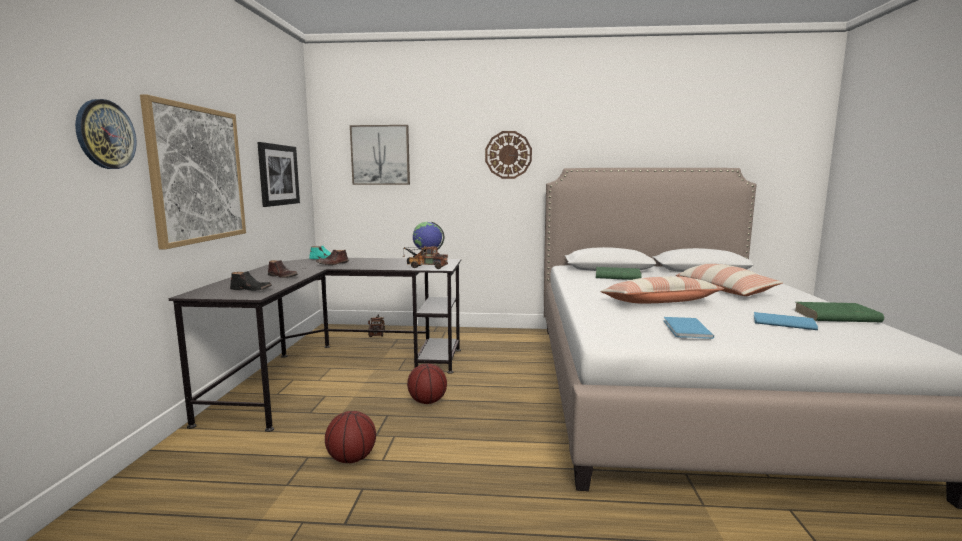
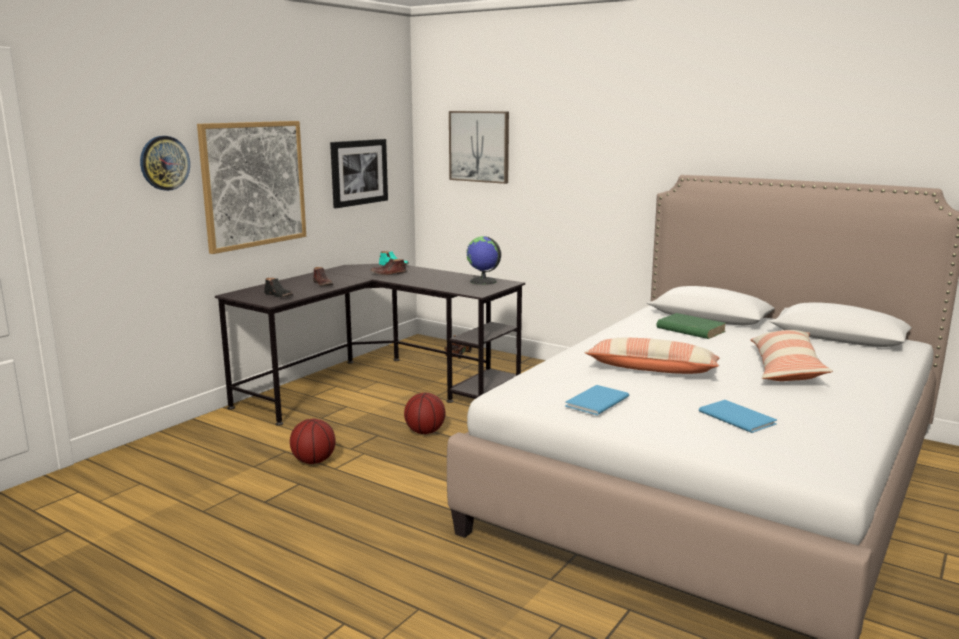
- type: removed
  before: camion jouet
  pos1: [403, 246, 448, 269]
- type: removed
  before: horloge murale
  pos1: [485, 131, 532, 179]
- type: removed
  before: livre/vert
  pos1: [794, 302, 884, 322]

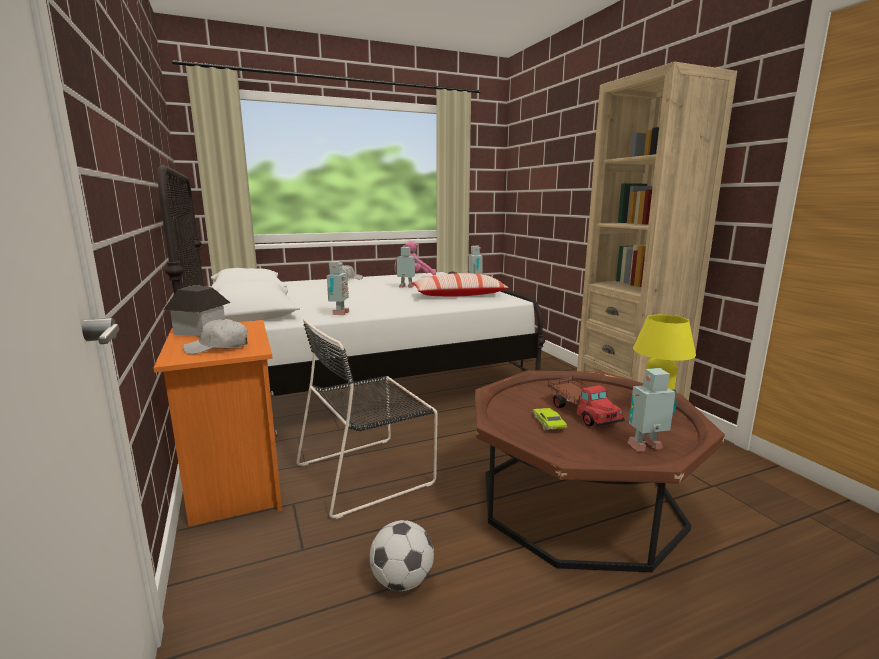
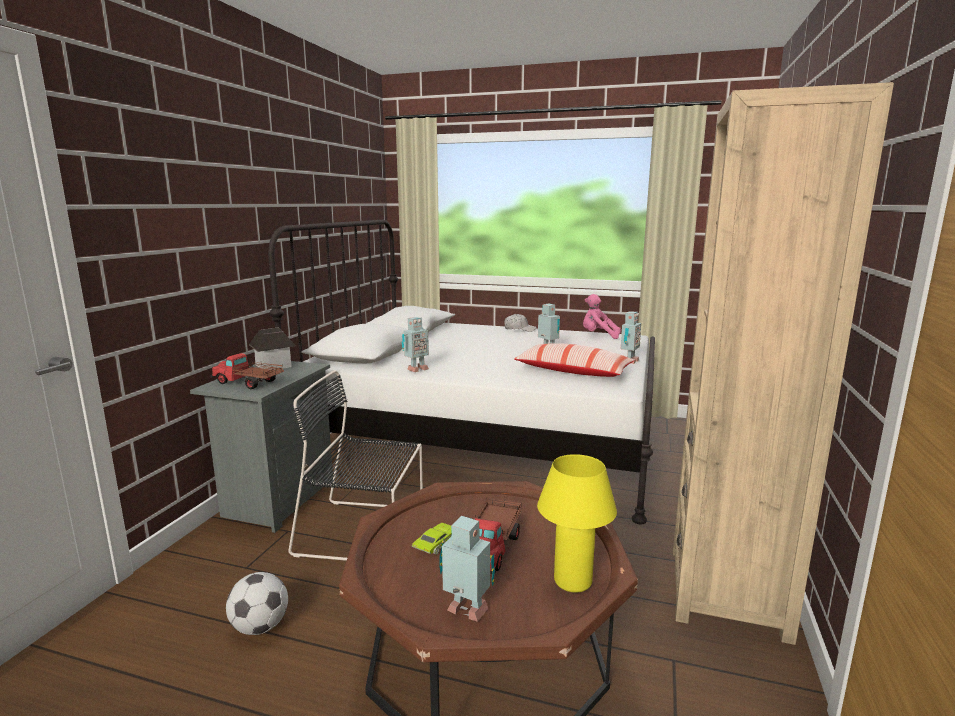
- type: recoloured
  before: table de chevet/orange
  after: table de chevet/gris
  pos1: [153, 320, 282, 527]
  pos2: [190, 361, 333, 533]
- type: replaced
  before: casquette/blanc
  after: camion jouet
  pos1: [183, 318, 248, 354]
  pos2: [211, 353, 284, 389]

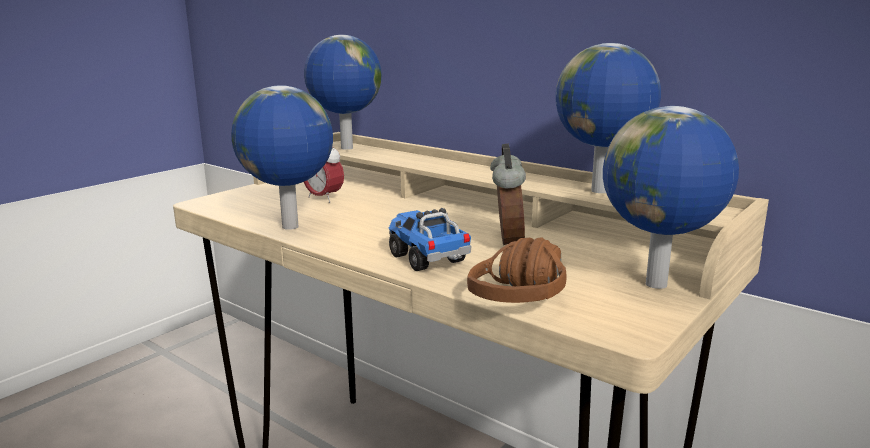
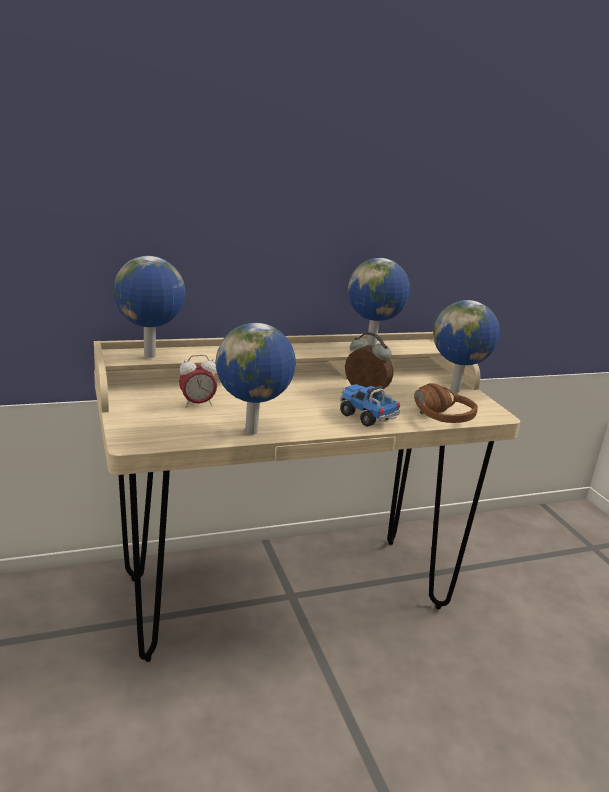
- type: turned
  before: camion jouet
  pos1: [388, 208, 471, 271]
  pos2: [340, 384, 400, 427]
  turn: 45

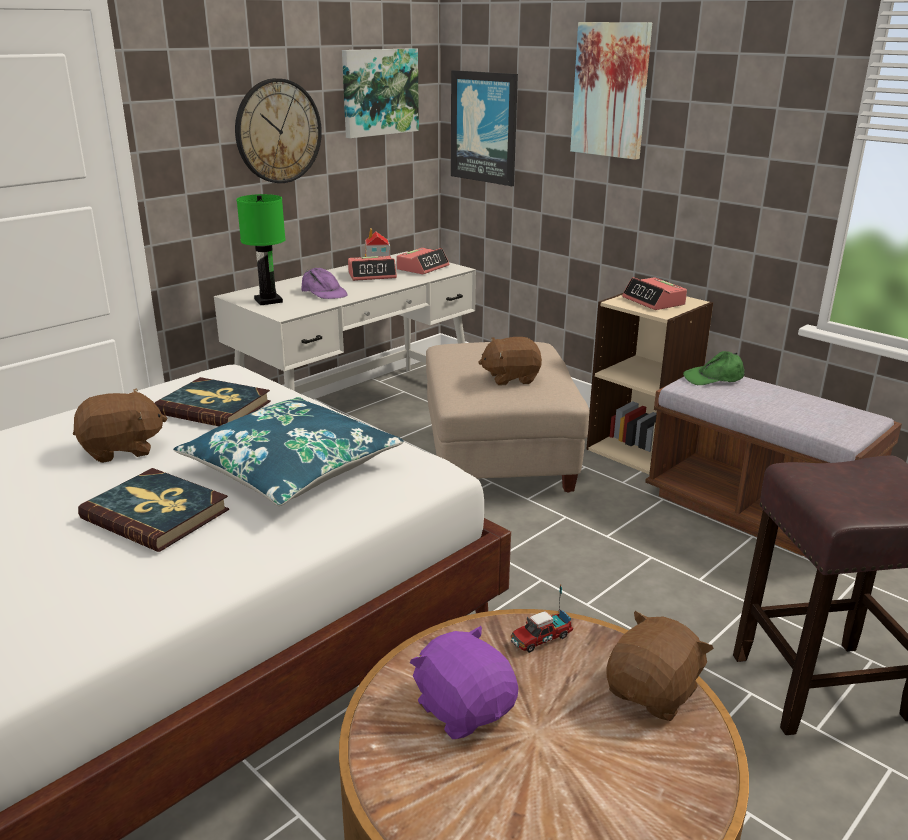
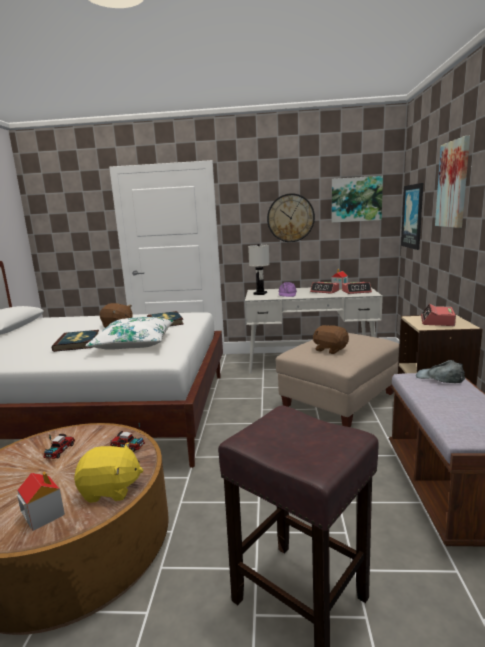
- type: added
  after: maison miniature
  pos2: [17, 471, 65, 531]
- type: replaced
  before: peluche/violet
  after: camion jouet
  pos1: [410, 626, 518, 739]
  pos2: [43, 434, 75, 459]
- type: recoloured
  before: peluche/marron
  after: peluche/jaune
  pos1: [607, 611, 714, 721]
  pos2: [74, 442, 143, 503]
- type: recoloured
  before: coussin/bleu
  after: coussin/blanc
  pos1: [174, 397, 404, 506]
  pos2: [85, 317, 173, 350]
- type: recoloured
  before: lampe de table/vert
  after: lampe de table/blanc
  pos1: [236, 194, 286, 305]
  pos2: [248, 244, 270, 295]
- type: recoloured
  before: casquette/vert
  after: casquette/gris
  pos1: [683, 351, 745, 385]
  pos2: [416, 360, 465, 383]

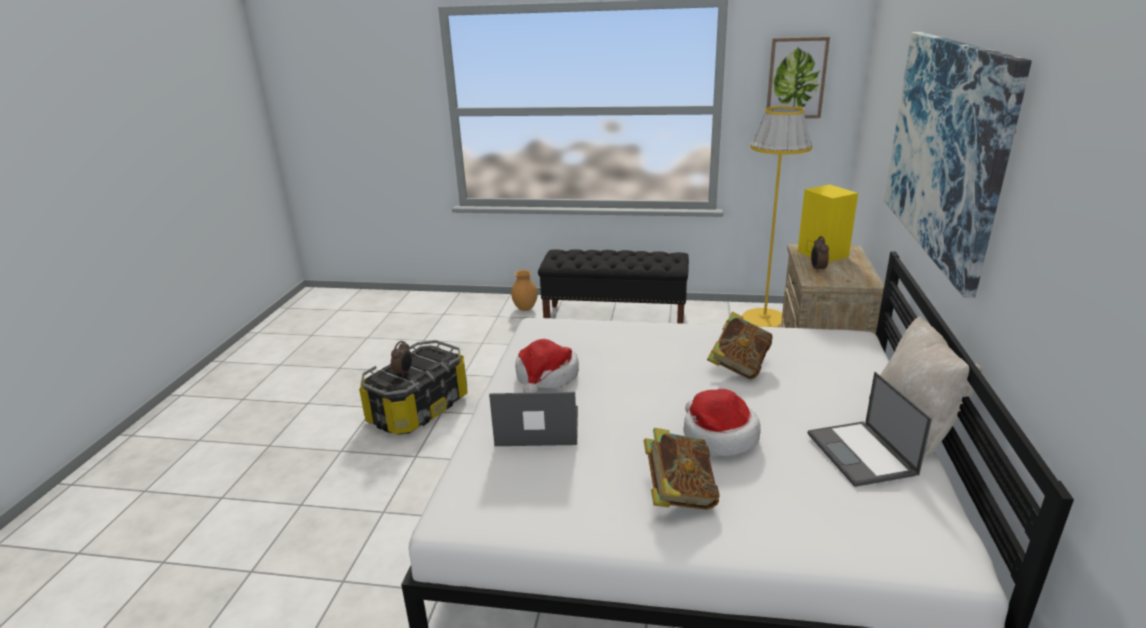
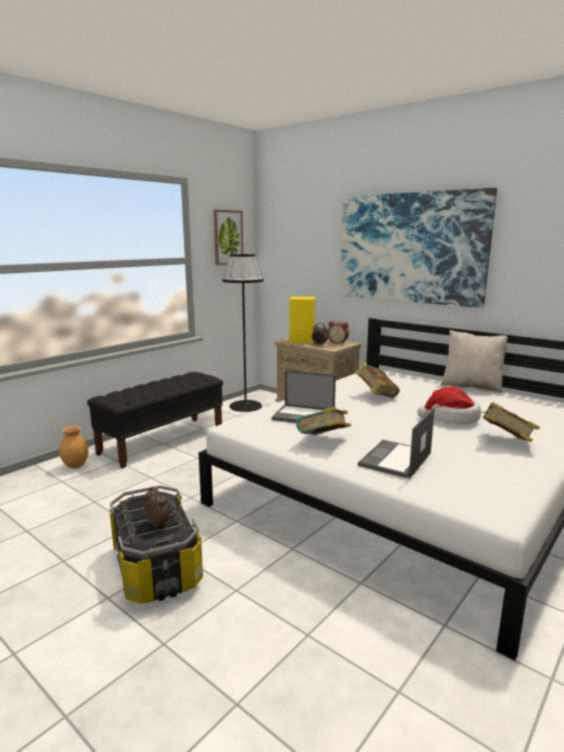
- type: recoloured
  before: lampadaire/jaune
  after: lampadaire/noir
  pos1: [742, 106, 812, 327]
  pos2: [222, 254, 264, 412]
- type: moved
  before: ordinateur portable
  pos1: [807, 372, 932, 487]
  pos2: [271, 370, 336, 423]
- type: replaced
  before: chapeau
  after: livre
  pos1: [515, 339, 579, 393]
  pos2: [296, 407, 351, 435]
- type: added
  after: réveil
  pos2: [327, 321, 349, 344]

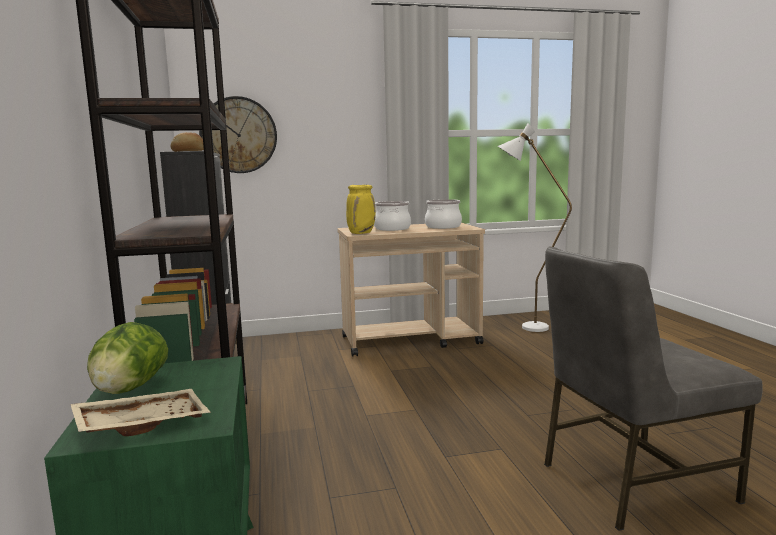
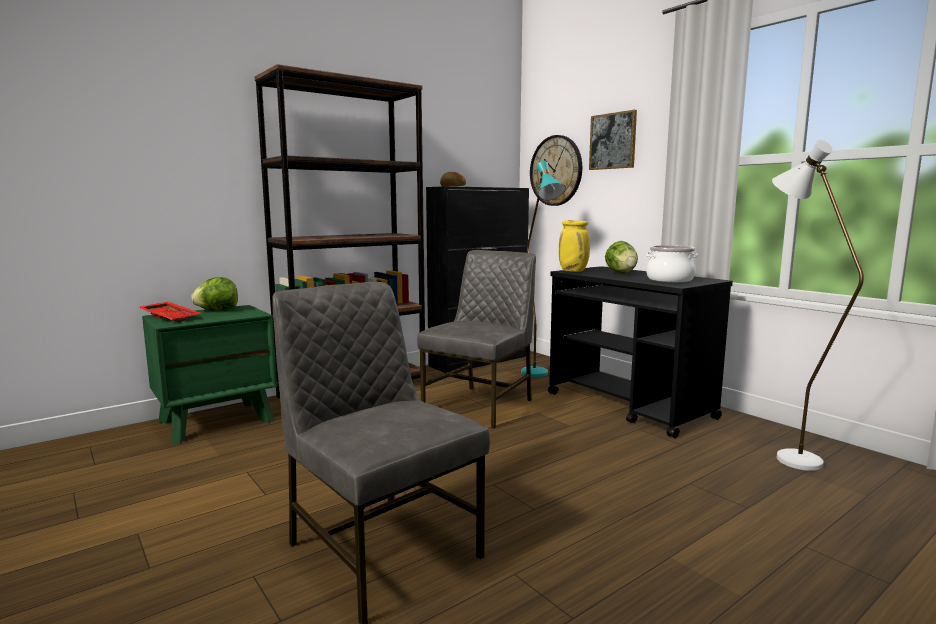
- type: recoloured
  before: plateau/beige
  after: plateau/rouge
  pos1: [70, 389, 211, 436]
  pos2: [139, 302, 200, 322]
- type: added
  after: chaise/gris
  pos2: [417, 250, 536, 429]
- type: added
  after: lampadaire/turquoise
  pos2: [521, 161, 566, 377]
- type: recoloured
  before: chariot/beige
  after: chariot/noir
  pos1: [337, 222, 485, 357]
  pos2: [548, 266, 733, 438]
- type: added
  after: tableau
  pos2: [589, 110, 637, 170]
- type: replaced
  before: marmite
  after: laitue
  pos1: [374, 201, 411, 231]
  pos2: [605, 241, 638, 274]

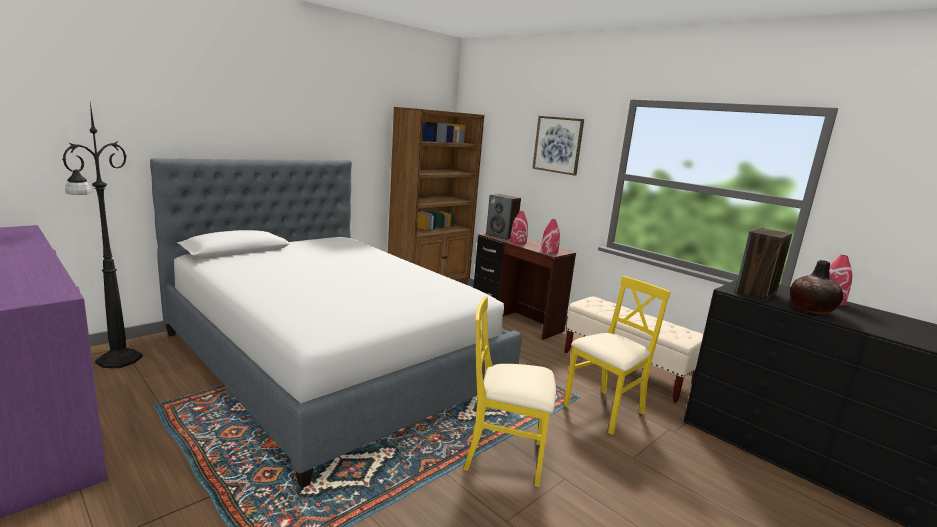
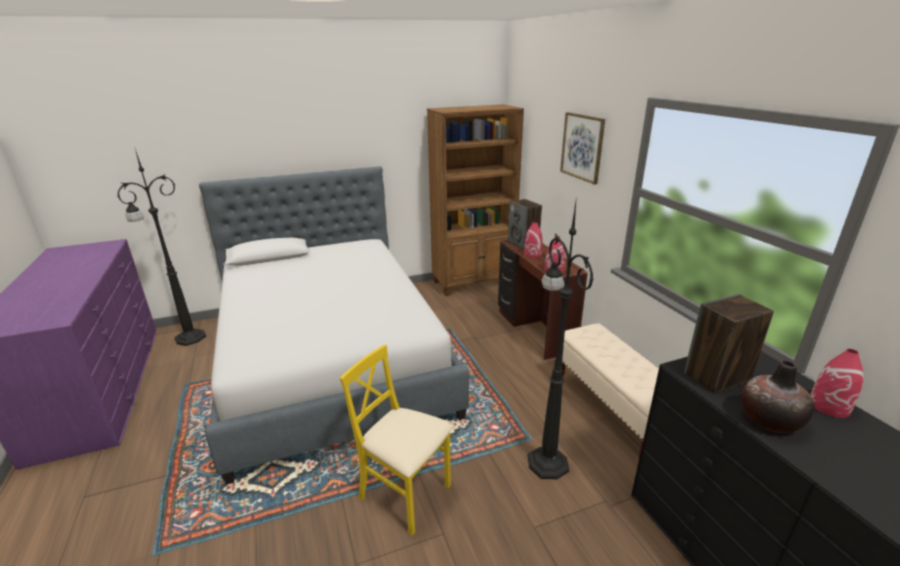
- type: replaced
  before: chaise/jaune
  after: lampadaire/noir
  pos1: [564, 276, 671, 435]
  pos2: [528, 202, 594, 479]

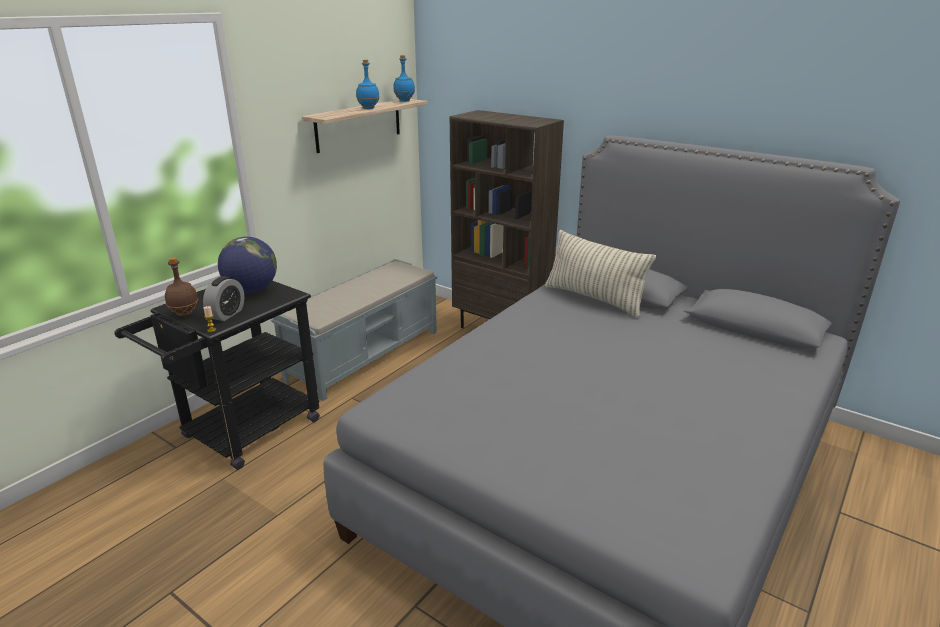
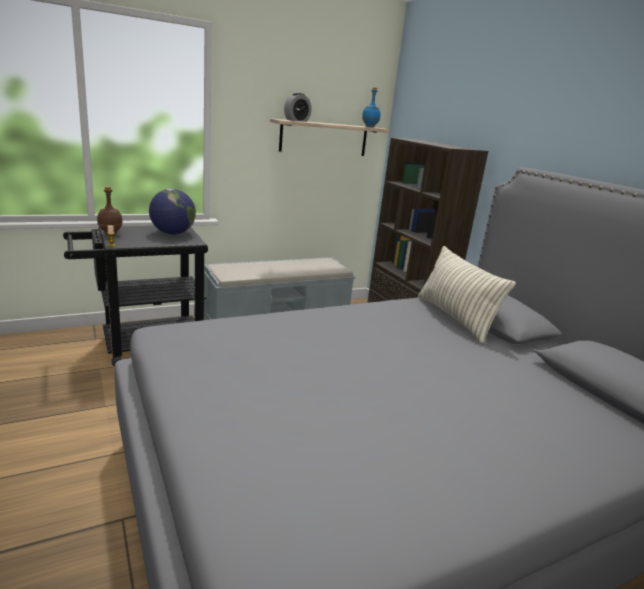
- type: moved
  before: réveil
  pos1: [203, 276, 244, 321]
  pos2: [284, 93, 312, 122]
- type: removed
  before: bouteille/bleu
  pos1: [356, 60, 380, 109]

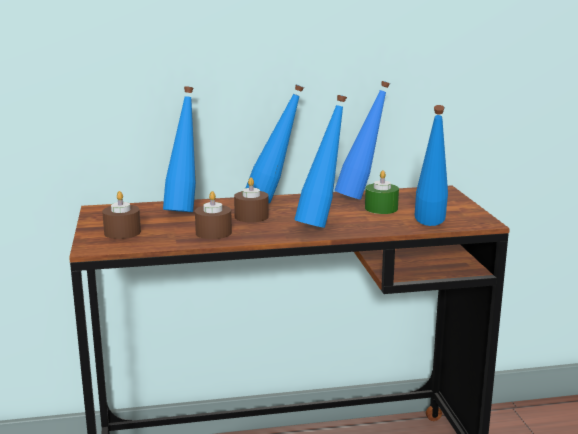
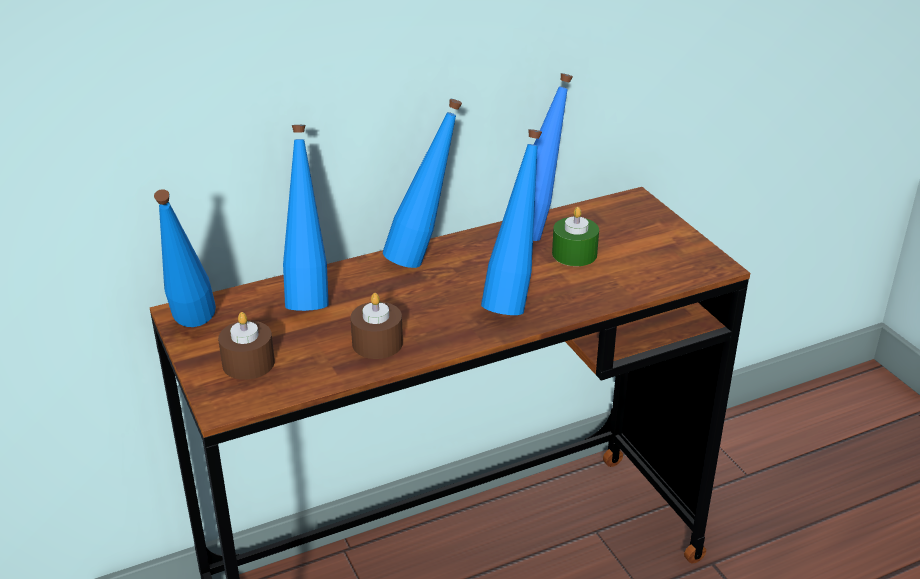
- type: moved
  before: bouteille/bleu
  pos1: [415, 105, 448, 226]
  pos2: [154, 189, 216, 327]
- type: removed
  before: bougie/marron
  pos1: [234, 177, 269, 223]

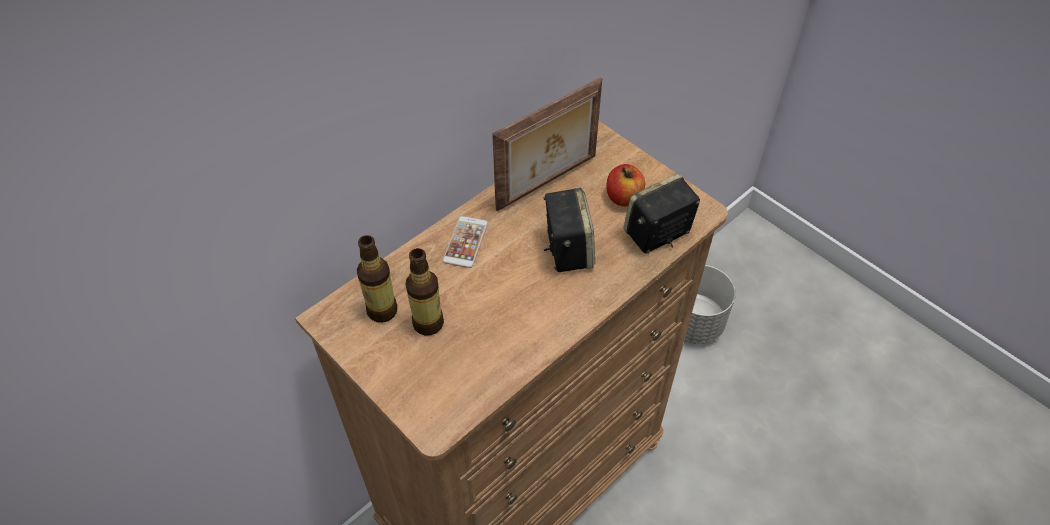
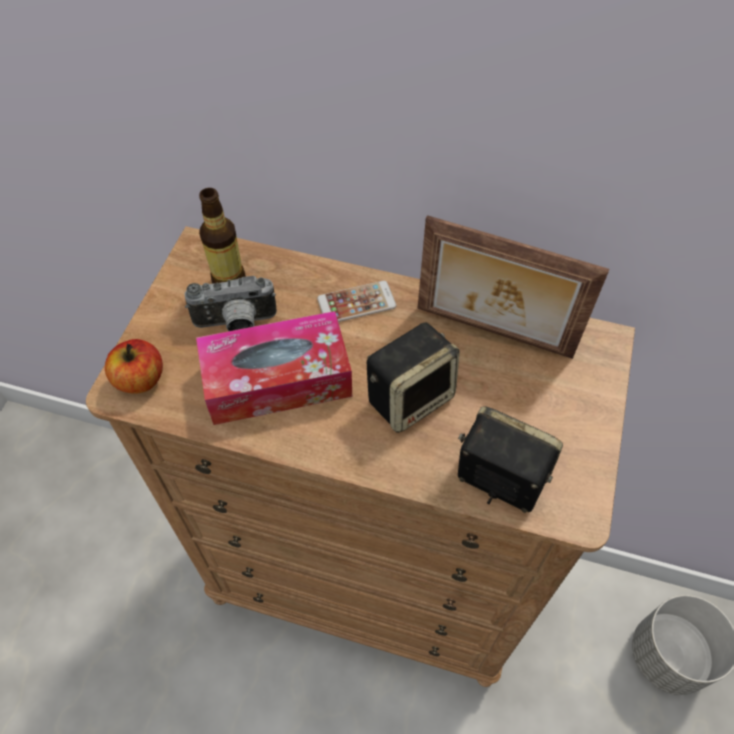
- type: moved
  before: pomme
  pos1: [606, 164, 645, 207]
  pos2: [105, 339, 163, 394]
- type: replaced
  before: bouteille
  after: appareil photo
  pos1: [405, 248, 444, 336]
  pos2: [184, 276, 277, 331]
- type: added
  after: boîte à mouchoirs
  pos2: [196, 311, 352, 425]

